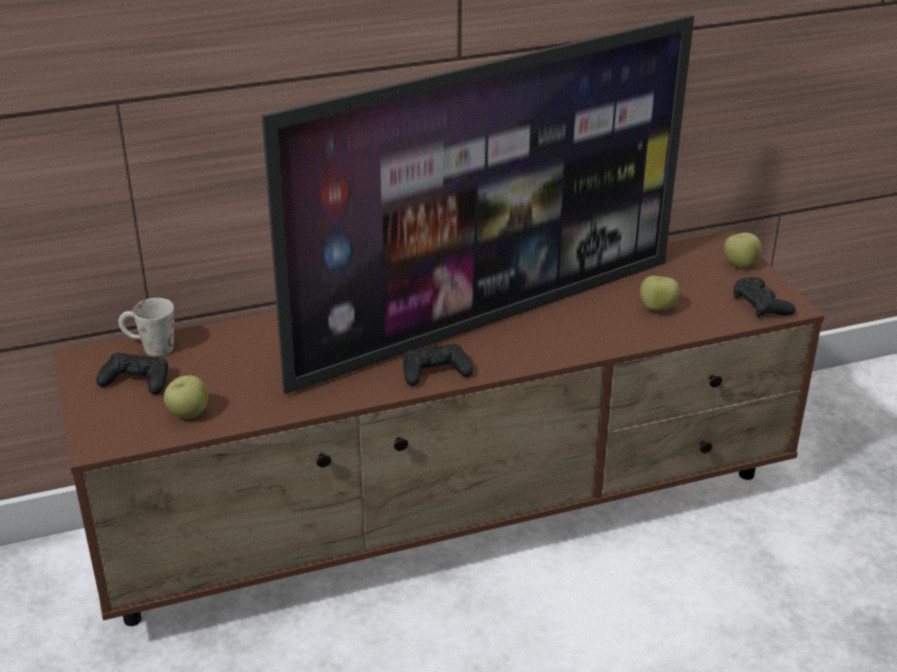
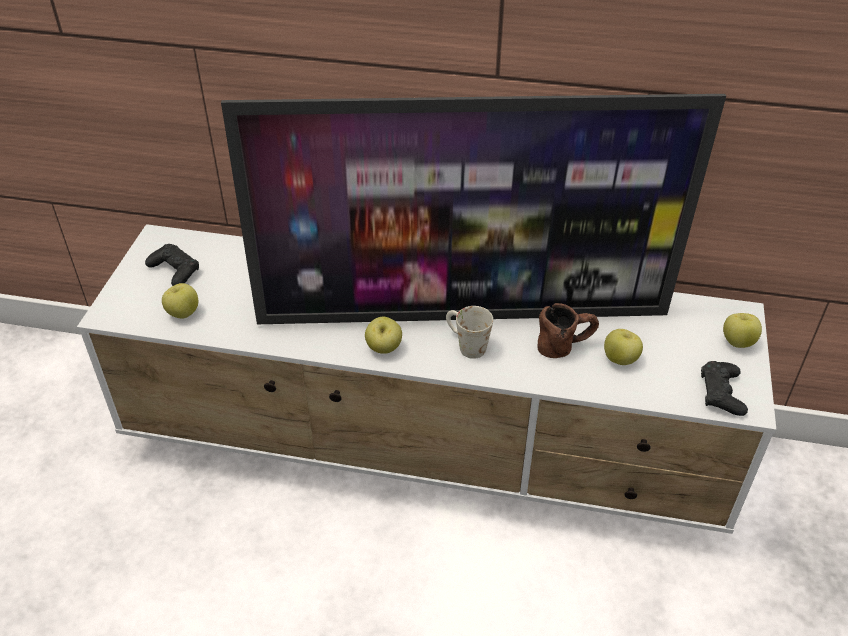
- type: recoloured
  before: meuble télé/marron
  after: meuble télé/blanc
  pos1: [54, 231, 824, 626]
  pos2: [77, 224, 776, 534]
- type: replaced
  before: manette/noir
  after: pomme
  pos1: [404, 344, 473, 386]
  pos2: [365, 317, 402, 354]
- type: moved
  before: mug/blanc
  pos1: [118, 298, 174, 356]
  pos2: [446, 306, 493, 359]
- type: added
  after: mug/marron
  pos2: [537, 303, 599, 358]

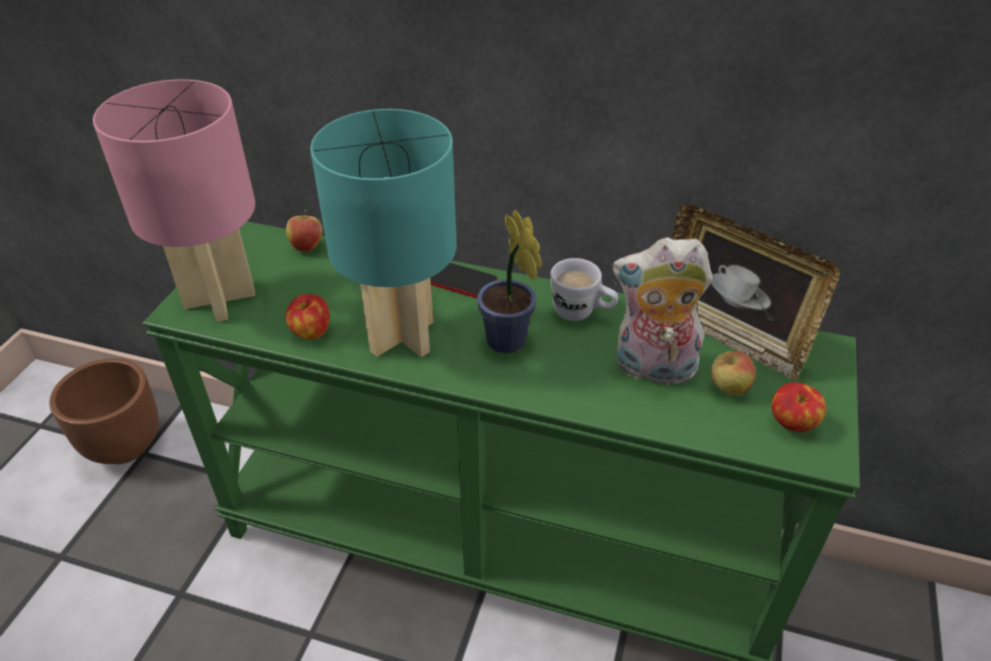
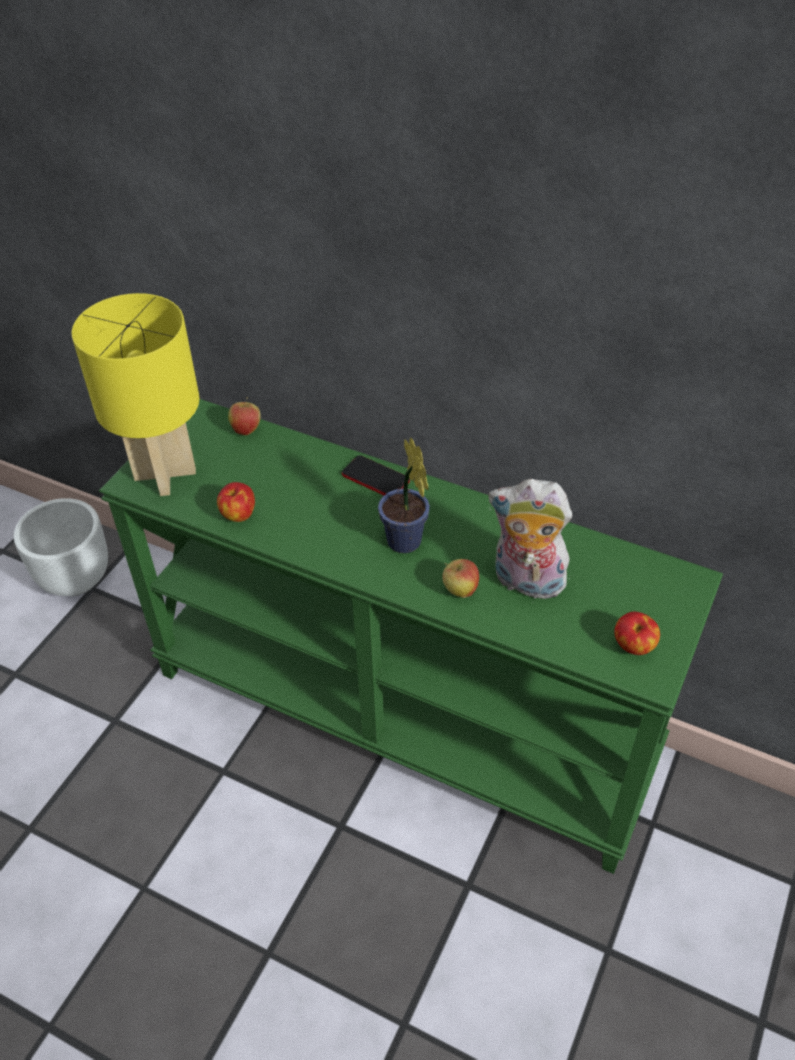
- type: recoloured
  before: cache-pot/marron
  after: cache-pot/blanc
  pos1: [49, 358, 159, 464]
  pos2: [14, 498, 108, 596]
- type: recoloured
  before: lampe de table/rose
  after: lampe de table/jaune
  pos1: [93, 79, 255, 322]
  pos2: [72, 293, 200, 496]
- type: moved
  before: pomme
  pos1: [711, 351, 755, 396]
  pos2: [442, 559, 479, 598]
- type: removed
  before: lampe de table/turquoise
  pos1: [310, 109, 457, 357]
- type: removed
  before: mug/blanc
  pos1: [550, 258, 619, 321]
- type: removed
  before: cadre photo
  pos1: [672, 204, 840, 381]

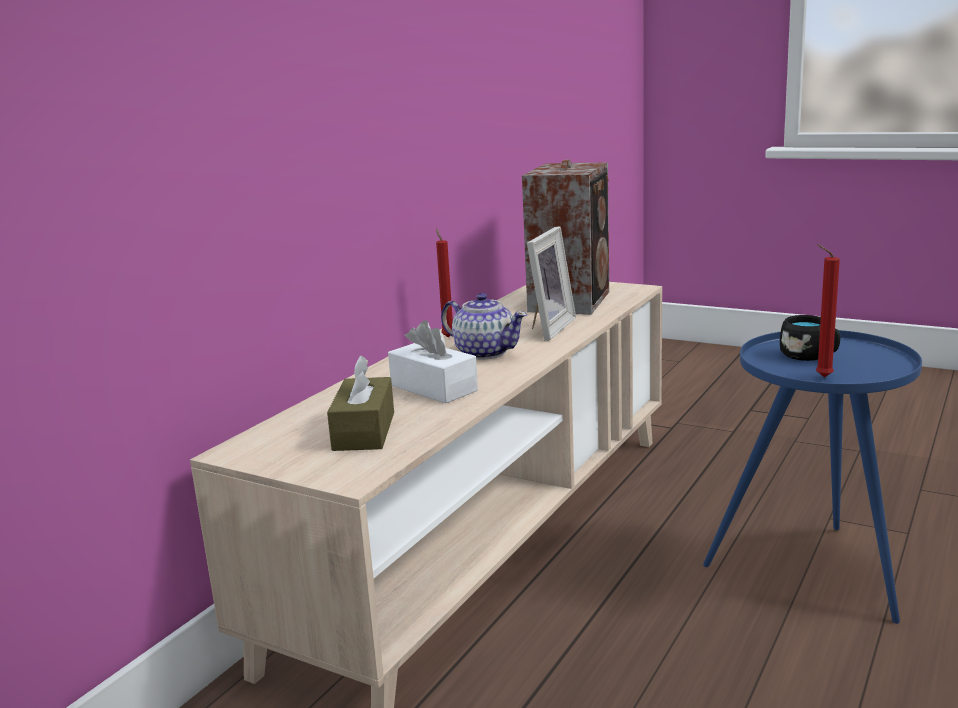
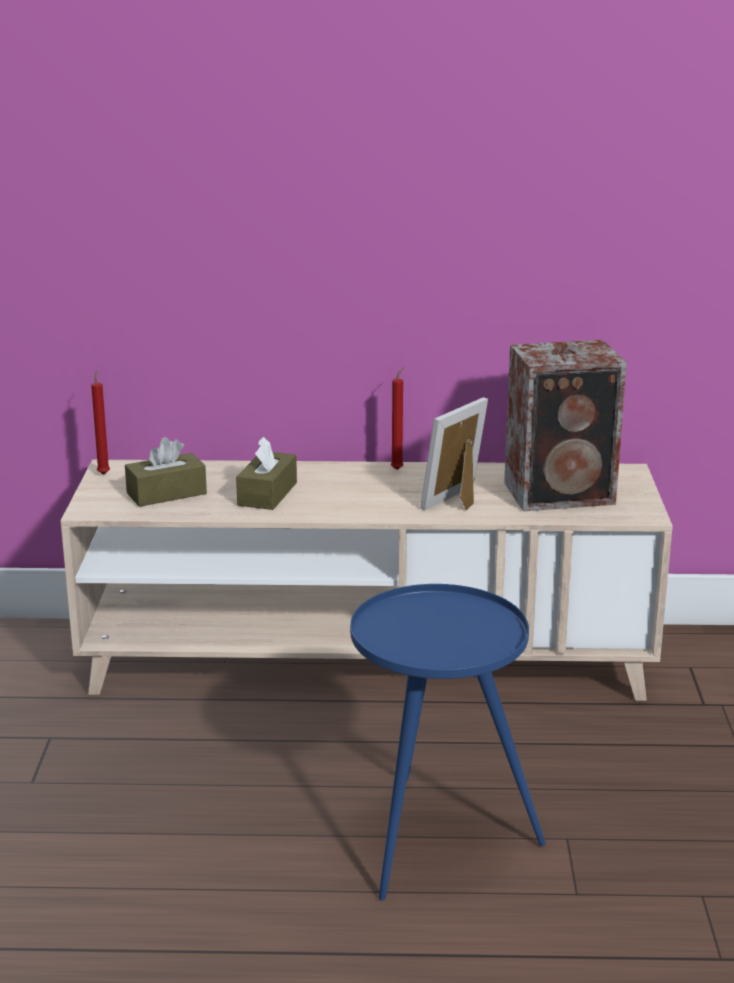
- type: moved
  before: bougie/rouge
  pos1: [816, 244, 840, 377]
  pos2: [91, 370, 110, 474]
- type: recoloured
  before: boîte à mouchoirs/blanc
  after: boîte à mouchoirs/marron
  pos1: [388, 320, 478, 403]
  pos2: [236, 436, 297, 510]
- type: turned
  before: cadre photo
  pos1: [527, 226, 576, 341]
  pos2: [420, 397, 488, 510]
  turn: 135
- type: removed
  before: théière
  pos1: [441, 293, 527, 359]
- type: removed
  before: mug/noir
  pos1: [780, 315, 840, 361]

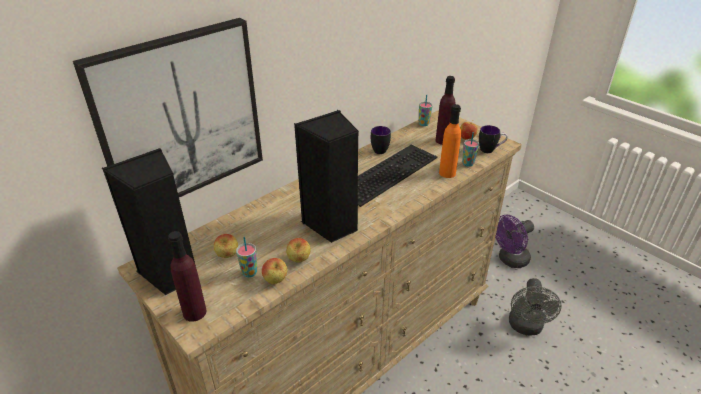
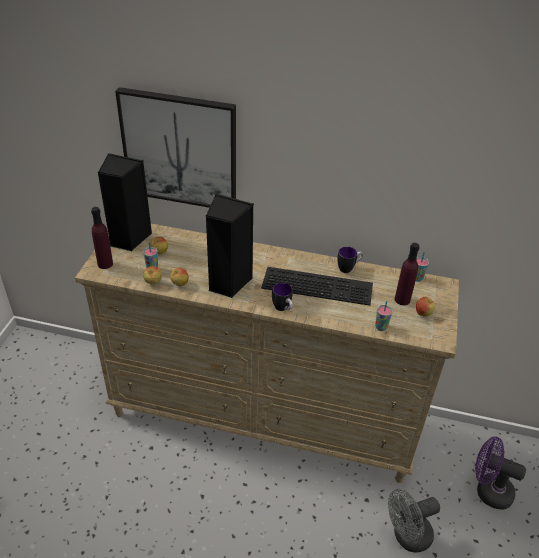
- type: moved
  before: mug
  pos1: [479, 125, 508, 153]
  pos2: [272, 283, 293, 311]
- type: removed
  before: bouteille/orange
  pos1: [439, 104, 461, 178]

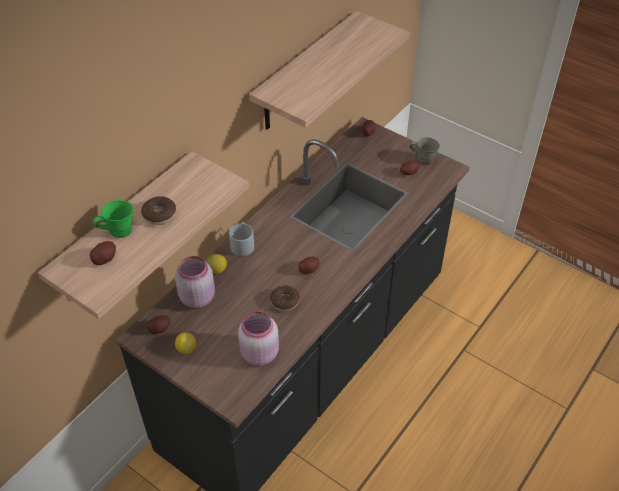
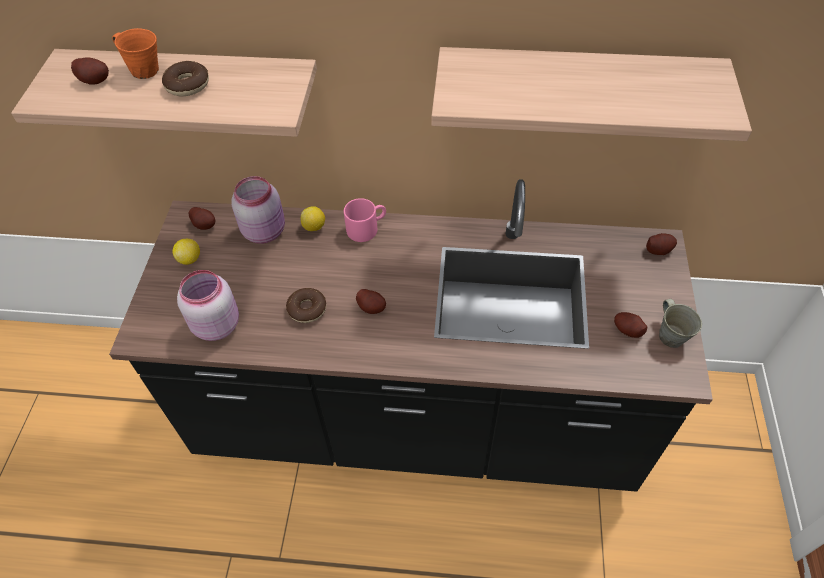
- type: recoloured
  before: mug/vert
  after: mug/orange
  pos1: [93, 200, 133, 238]
  pos2: [112, 28, 159, 79]
- type: recoloured
  before: mug/gris
  after: mug/rose
  pos1: [229, 222, 254, 256]
  pos2: [344, 198, 386, 242]

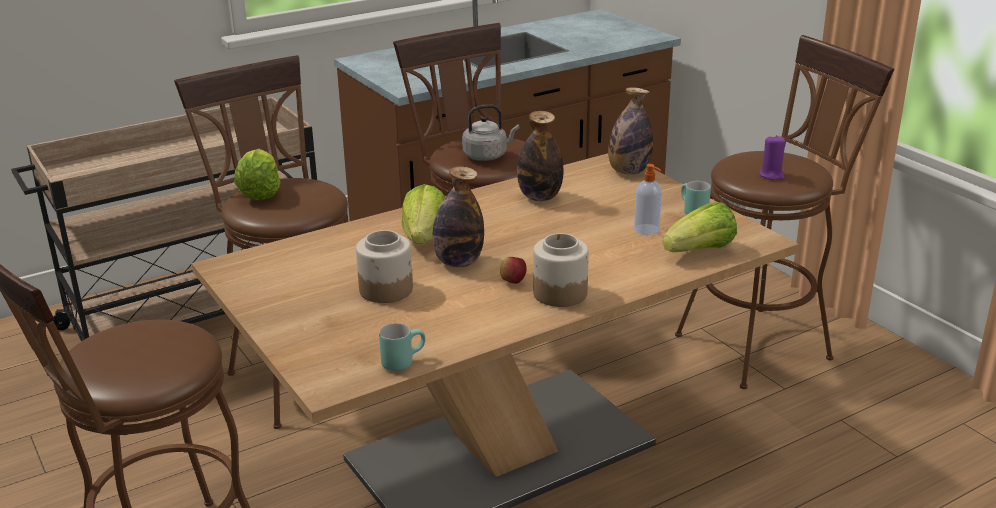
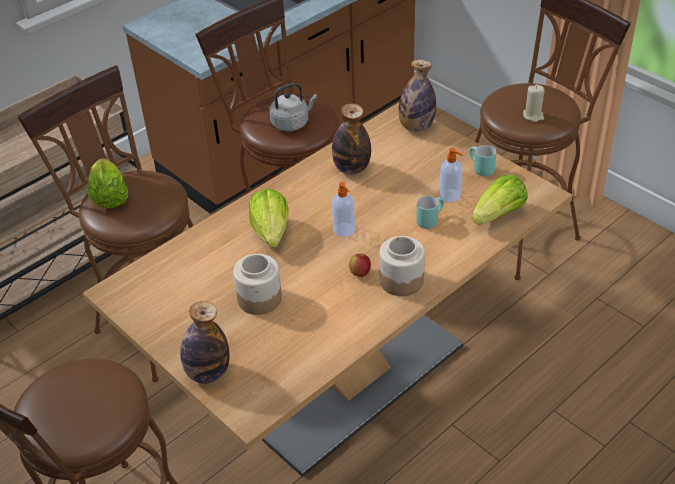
- type: moved
  before: bouteille
  pos1: [433, 166, 484, 267]
  pos2: [180, 301, 229, 384]
- type: added
  after: distributeur de savon
  pos2: [332, 182, 355, 237]
- type: moved
  before: mug/turquoise
  pos1: [379, 323, 426, 371]
  pos2: [416, 196, 444, 229]
- type: recoloured
  before: bougie/violet
  after: bougie/beige
  pos1: [760, 135, 785, 180]
  pos2: [523, 85, 545, 122]

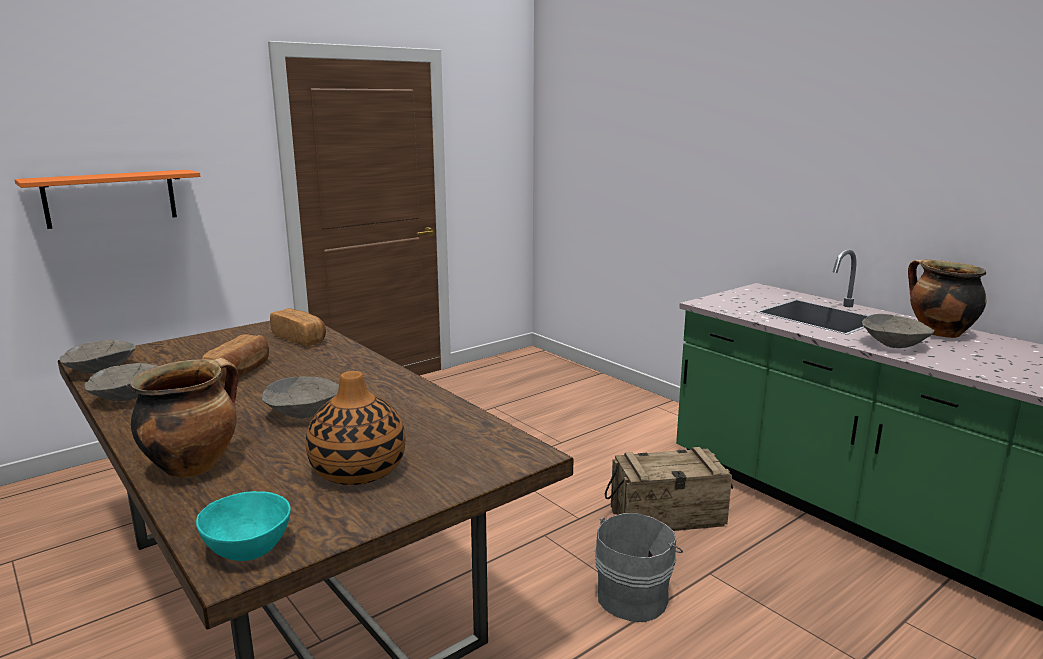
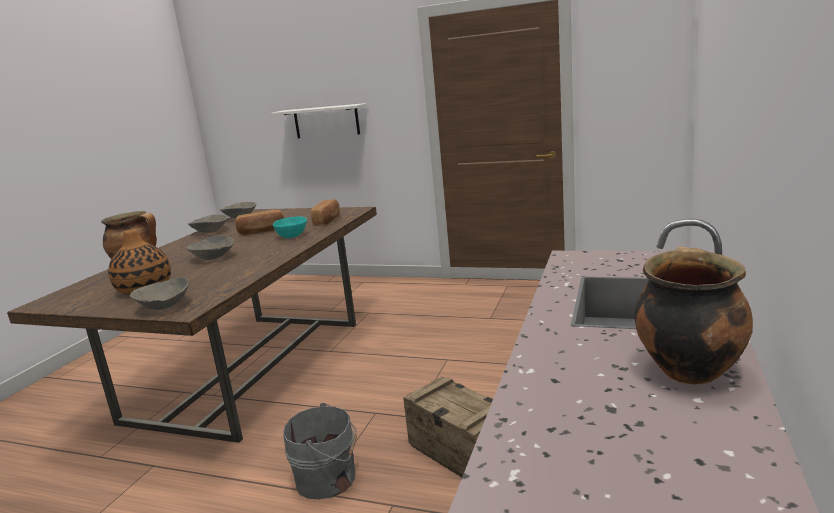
- type: moved
  before: bol/gris
  pos1: [862, 314, 935, 348]
  pos2: [130, 277, 189, 310]
- type: recoloured
  before: étagère/orange
  after: étagère/blanc
  pos1: [15, 170, 200, 229]
  pos2: [271, 103, 367, 138]
- type: moved
  before: bol/turquoise
  pos1: [196, 491, 291, 561]
  pos2: [273, 217, 307, 238]

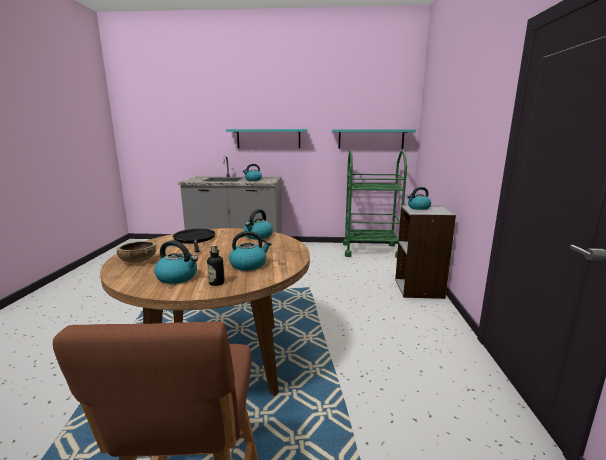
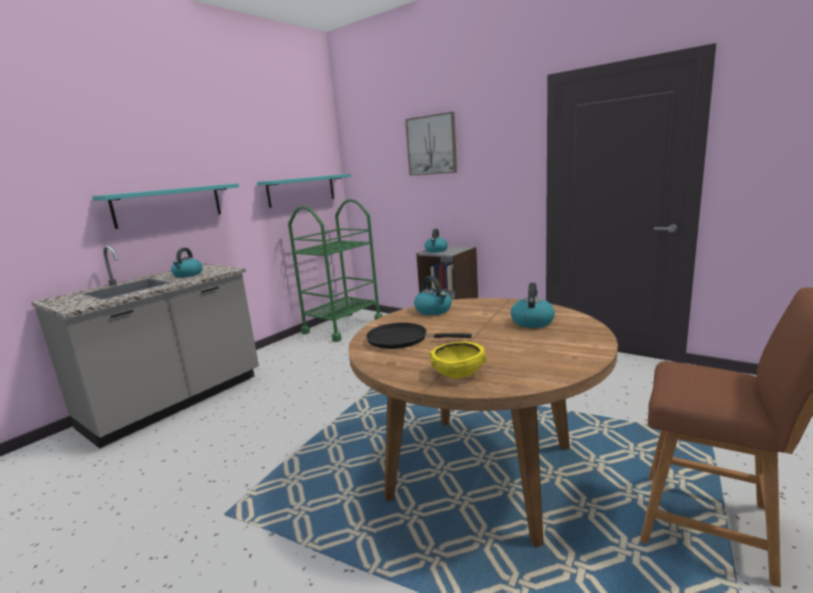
- type: added
  after: tableau
  pos2: [405, 112, 457, 176]
- type: recoloured
  before: bol/marron
  after: bol/jaune
  pos1: [117, 241, 156, 263]
  pos2: [430, 341, 487, 378]
- type: removed
  before: bouilloire
  pos1: [154, 240, 198, 284]
- type: removed
  before: bouteille
  pos1: [207, 244, 224, 286]

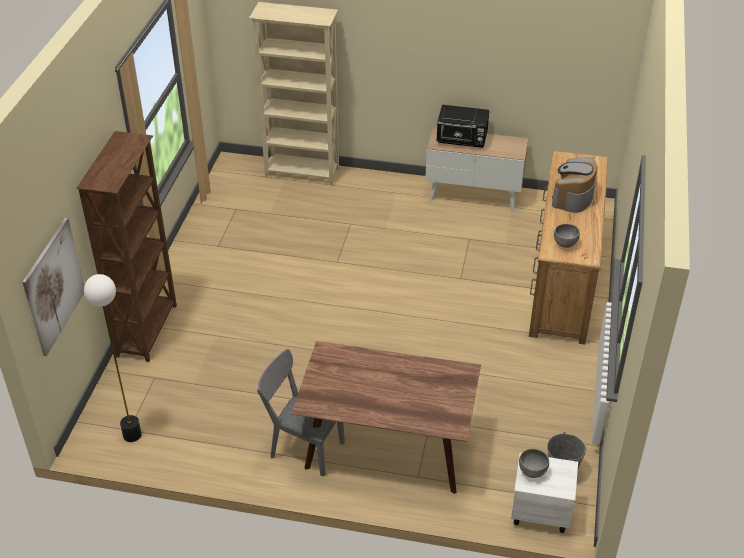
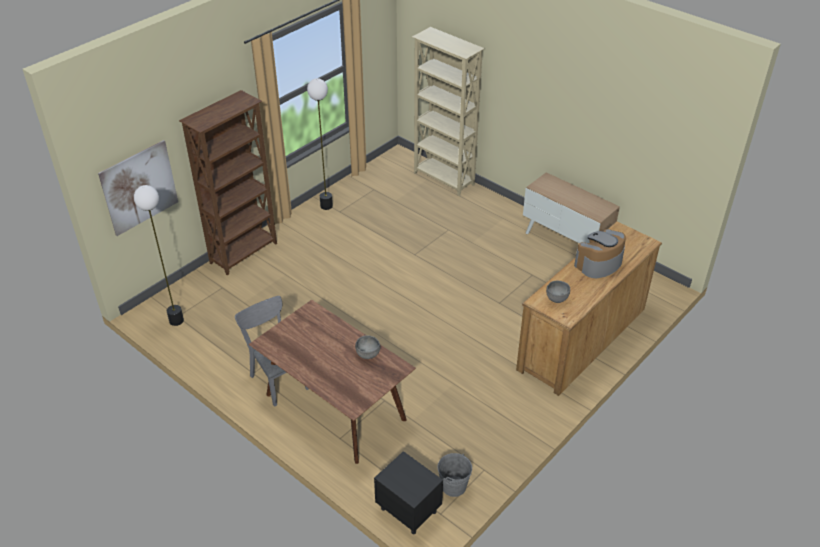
- type: added
  after: lampadaire
  pos2: [307, 78, 333, 210]
- type: moved
  before: bol/gris
  pos1: [519, 449, 549, 478]
  pos2: [355, 335, 380, 359]
- type: recoloured
  before: table de chevet/blanc
  after: table de chevet/noir
  pos1: [511, 453, 578, 533]
  pos2: [374, 451, 443, 535]
- type: removed
  before: micro-ondes/noir
  pos1: [436, 105, 489, 148]

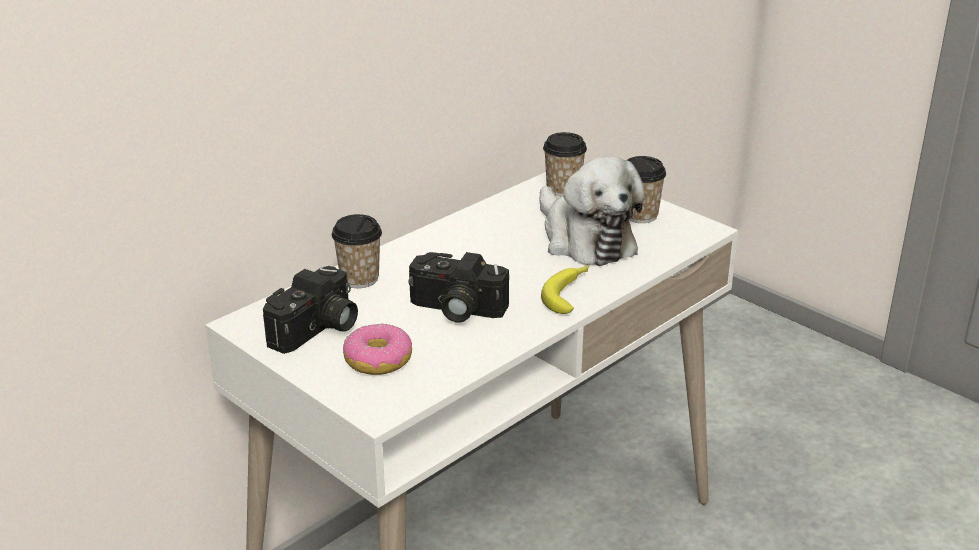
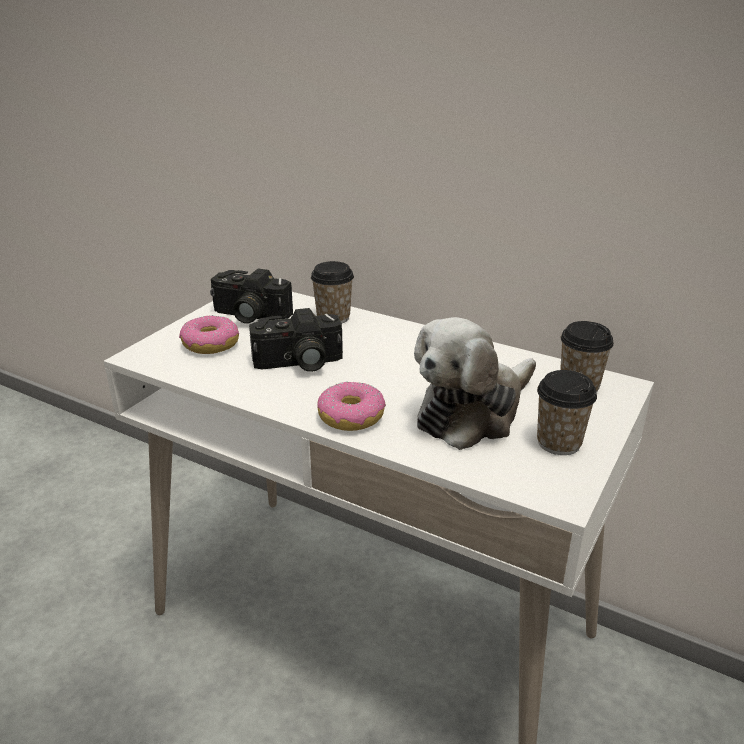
- type: turned
  before: appareil photo
  pos1: [408, 252, 509, 323]
  pos2: [249, 308, 343, 372]
  turn: -105
- type: replaced
  before: banane
  after: beignet
  pos1: [541, 265, 588, 314]
  pos2: [317, 382, 386, 431]

